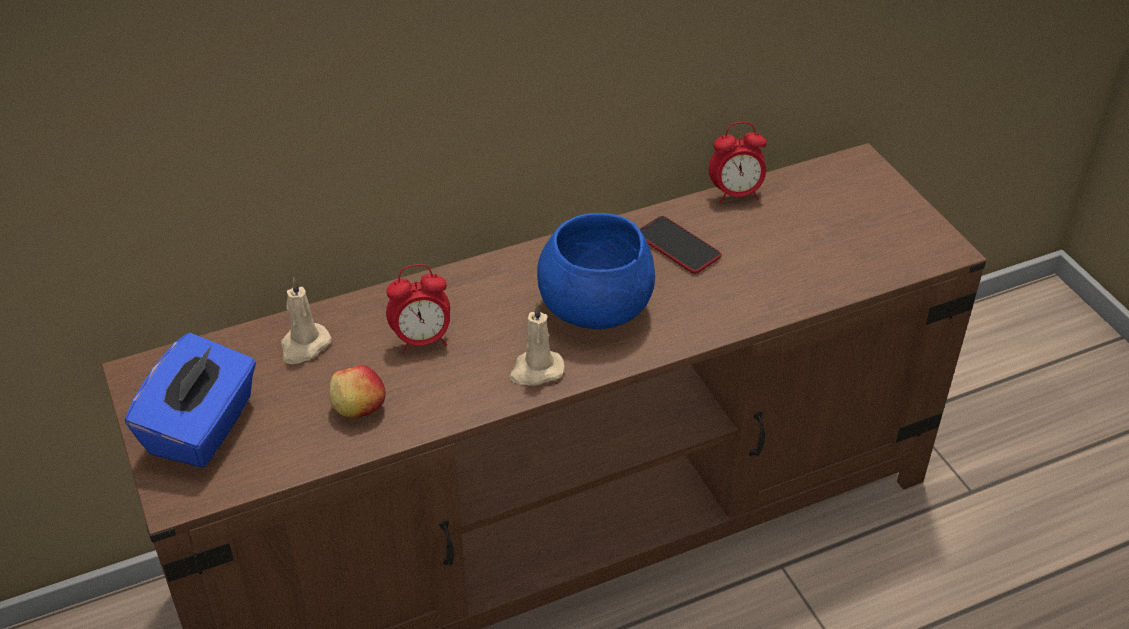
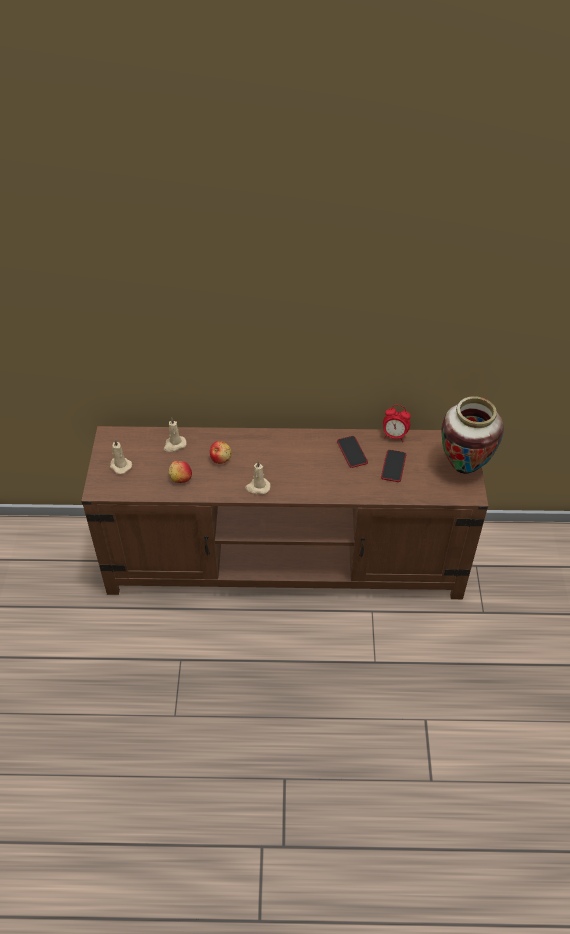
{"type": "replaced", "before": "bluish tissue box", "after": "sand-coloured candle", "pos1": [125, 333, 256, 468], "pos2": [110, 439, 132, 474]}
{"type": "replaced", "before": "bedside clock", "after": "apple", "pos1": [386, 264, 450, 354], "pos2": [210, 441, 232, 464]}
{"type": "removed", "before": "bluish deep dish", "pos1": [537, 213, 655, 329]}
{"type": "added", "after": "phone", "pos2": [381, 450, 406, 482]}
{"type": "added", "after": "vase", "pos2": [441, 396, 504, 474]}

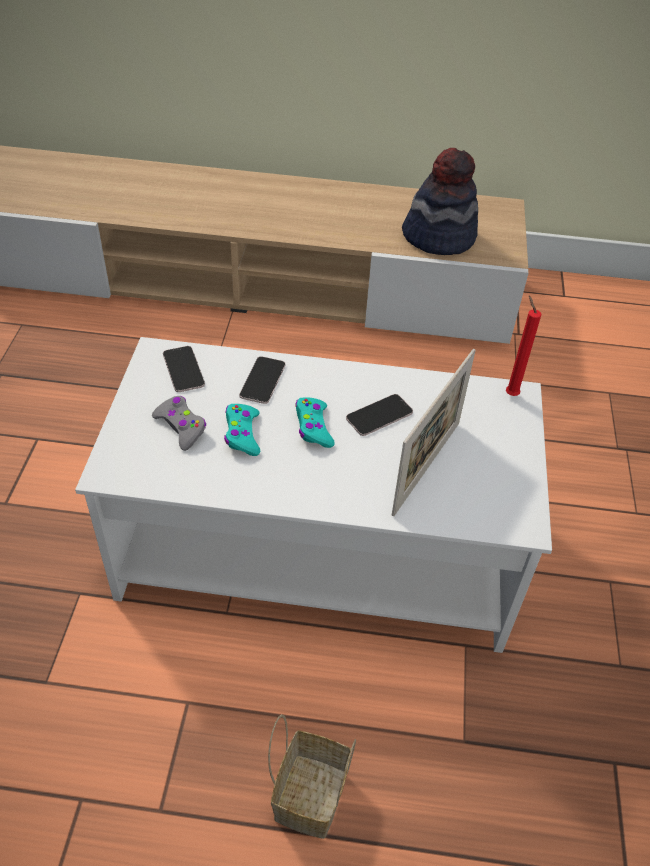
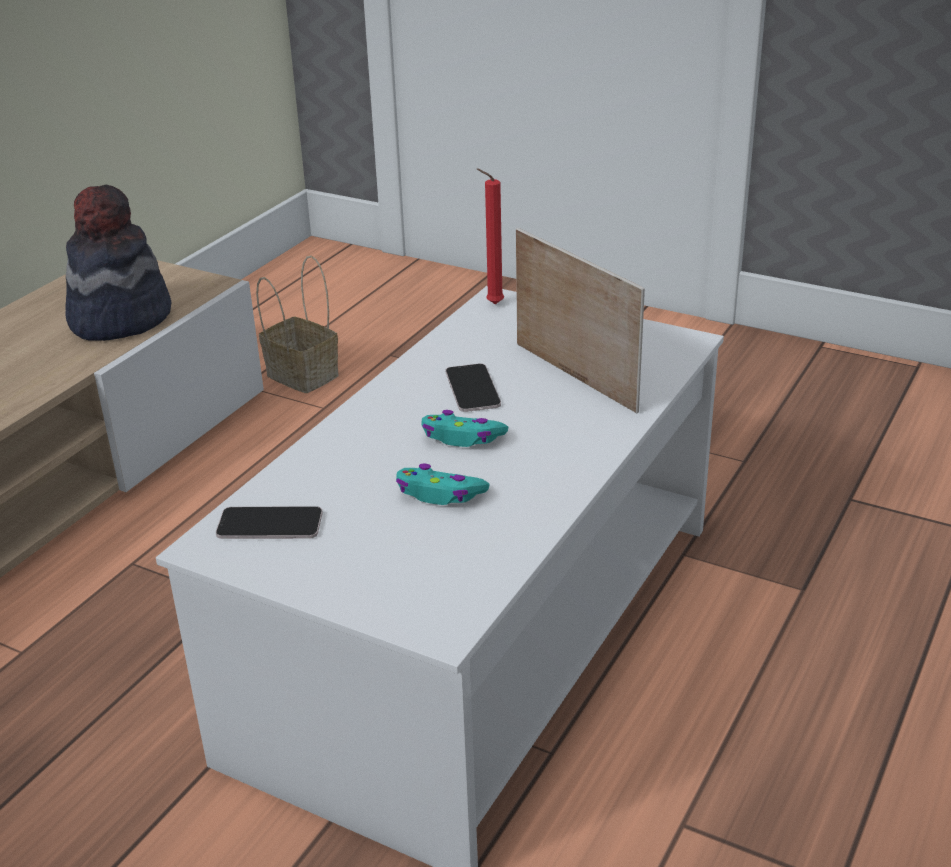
{"type": "removed", "before": "grey game controller", "pos1": [152, 396, 206, 451]}
{"type": "removed", "before": "phone", "pos1": [239, 356, 285, 404]}
{"type": "moved", "before": "household basket", "pos1": [268, 714, 356, 839], "pos2": [256, 255, 339, 393]}

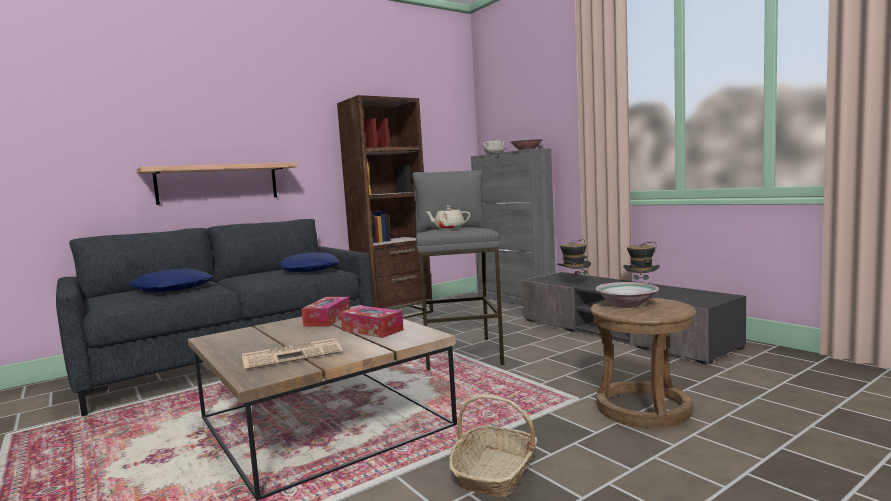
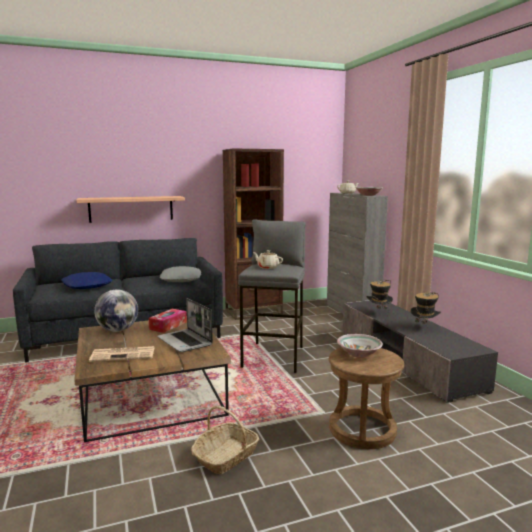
{"type": "recoloured", "before": "bluish cushion", "after": "grey cushion", "pos1": [280, 252, 339, 272], "pos2": [160, 266, 201, 282]}
{"type": "replaced", "before": "tissue box", "after": "portable computer", "pos1": [340, 306, 404, 338], "pos2": [157, 298, 213, 352]}
{"type": "added", "after": "desk globe", "pos2": [94, 290, 138, 332]}

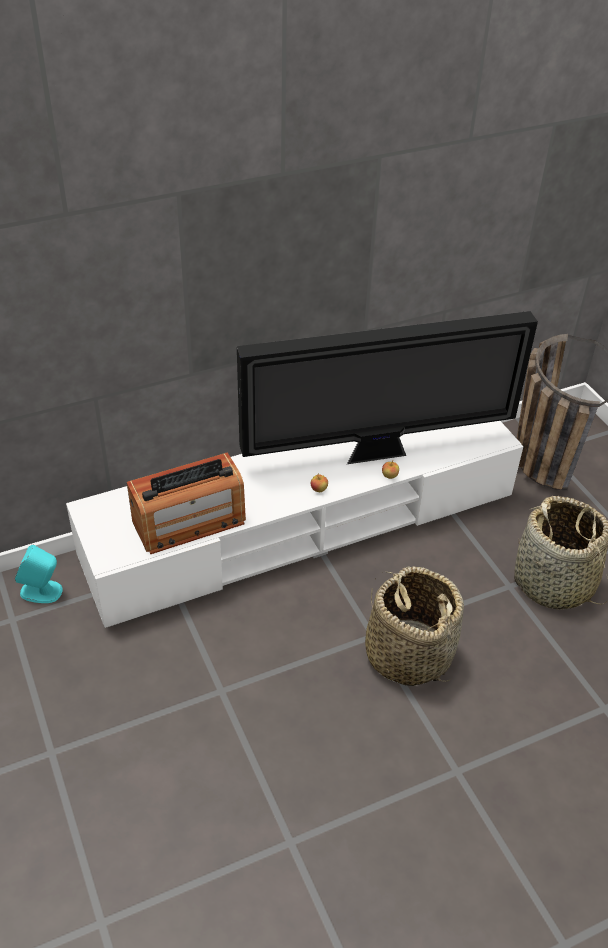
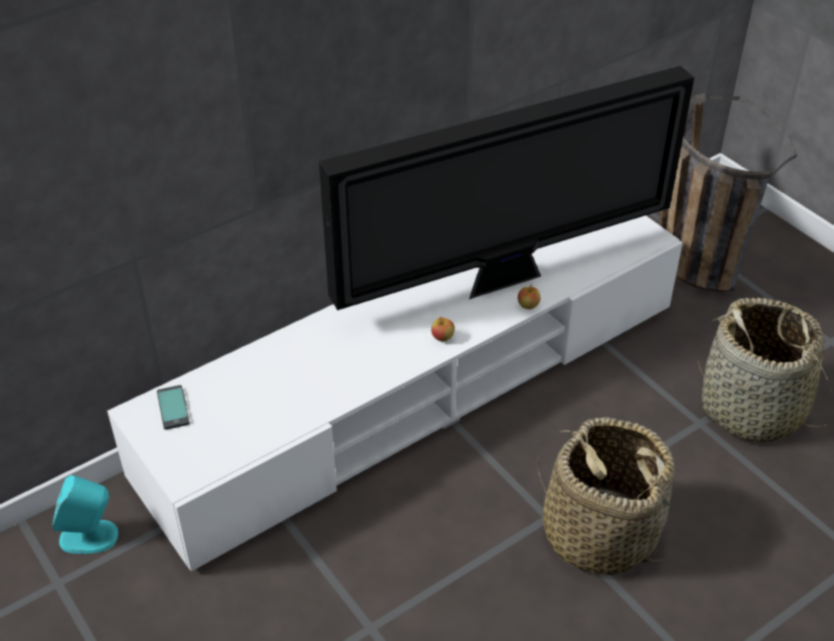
{"type": "removed", "before": "radio set", "pos1": [127, 452, 246, 554]}
{"type": "added", "after": "phone", "pos2": [157, 385, 190, 430]}

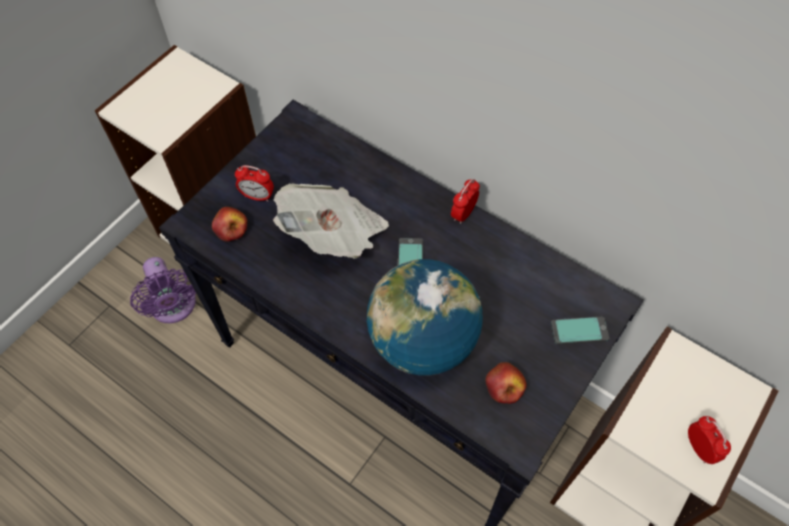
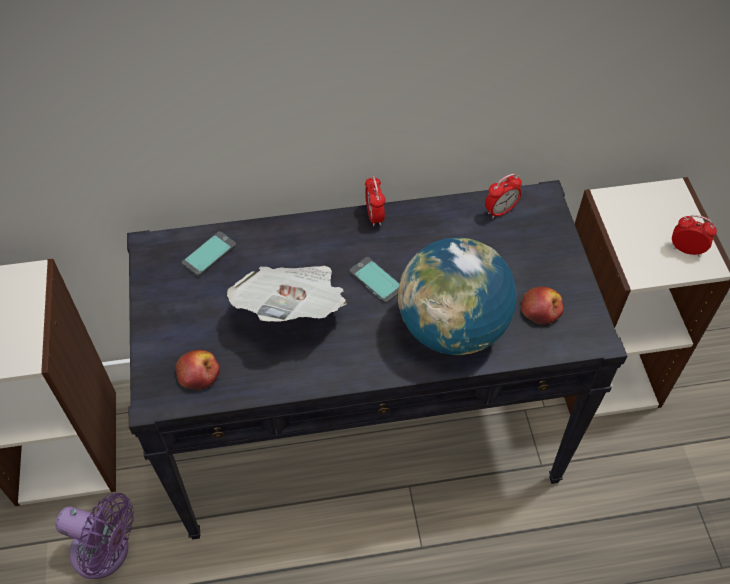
{"type": "moved", "before": "bedside clock", "pos1": [235, 165, 274, 202], "pos2": [485, 173, 522, 219]}
{"type": "moved", "before": "phone", "pos1": [551, 317, 609, 345], "pos2": [182, 231, 237, 277]}

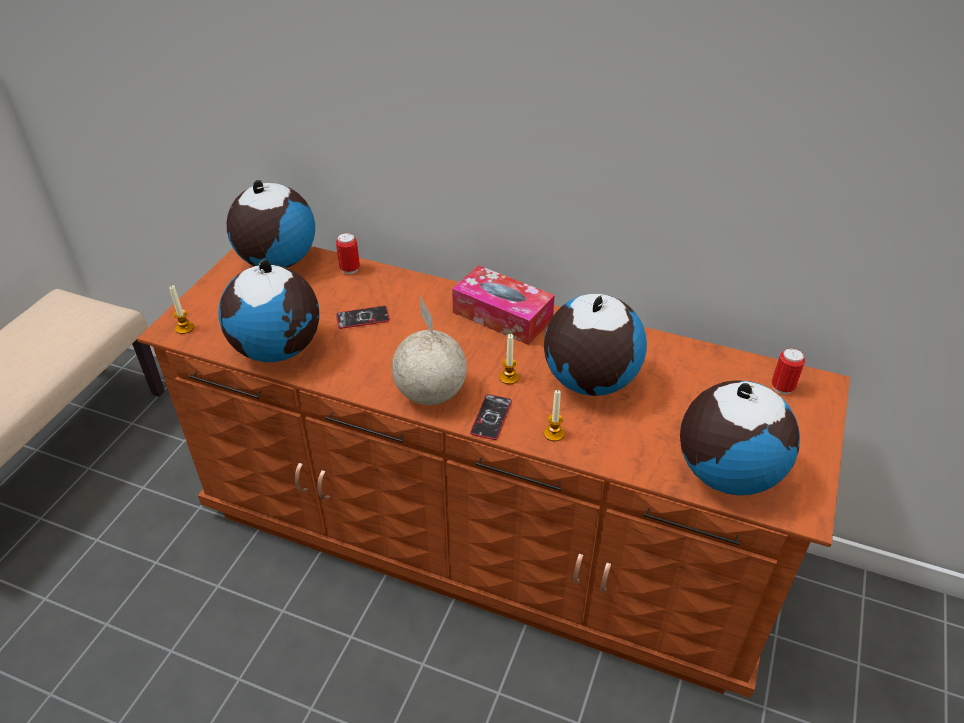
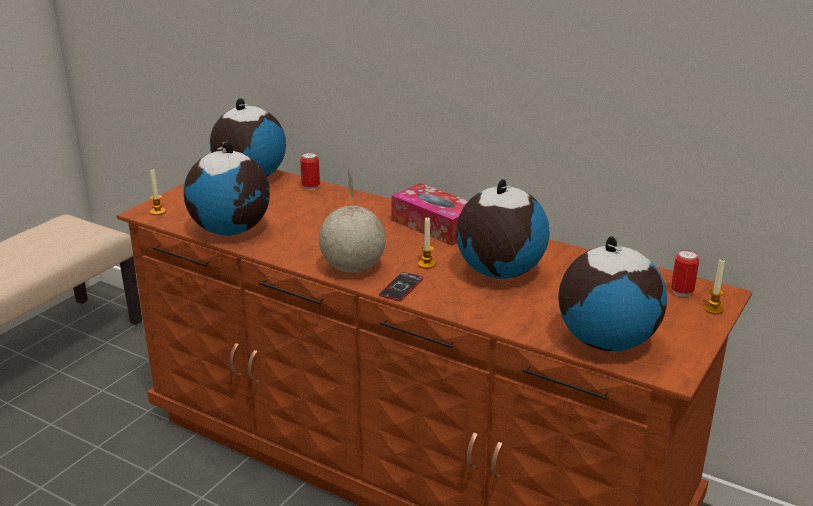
{"type": "removed", "before": "phone", "pos1": [336, 306, 390, 329]}
{"type": "moved", "before": "candle", "pos1": [544, 390, 565, 441], "pos2": [704, 260, 725, 314]}

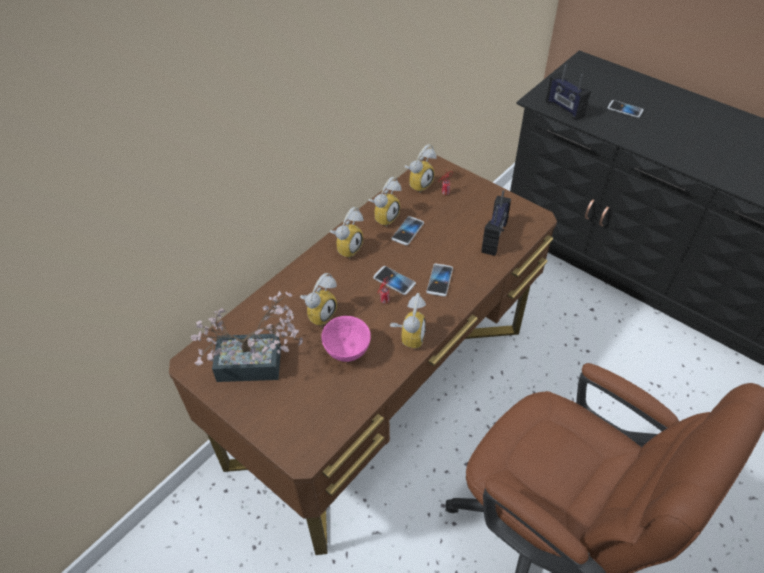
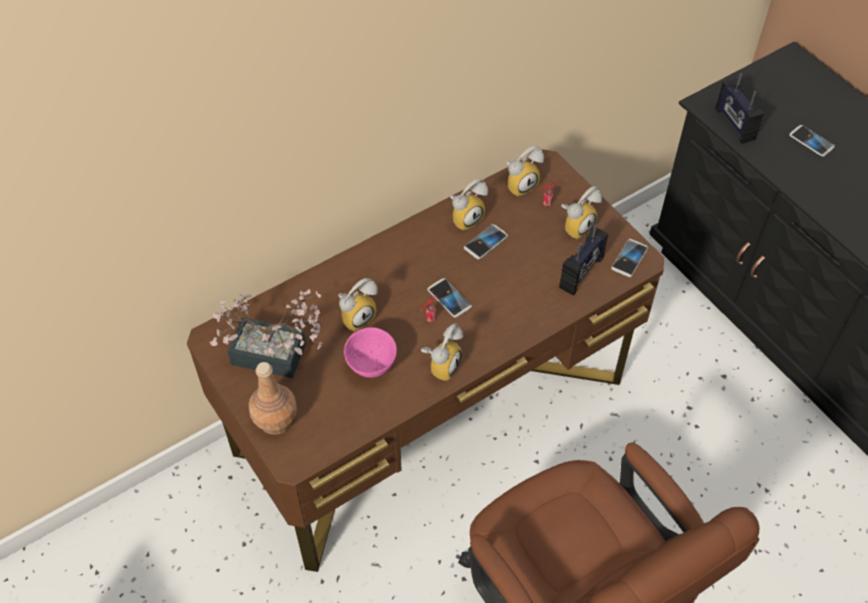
{"type": "moved", "before": "bedside clock", "pos1": [330, 207, 363, 258], "pos2": [561, 186, 602, 239]}
{"type": "moved", "before": "phone", "pos1": [426, 263, 453, 296], "pos2": [611, 239, 648, 277]}
{"type": "added", "after": "brown-coloured bottle", "pos2": [248, 362, 297, 435]}

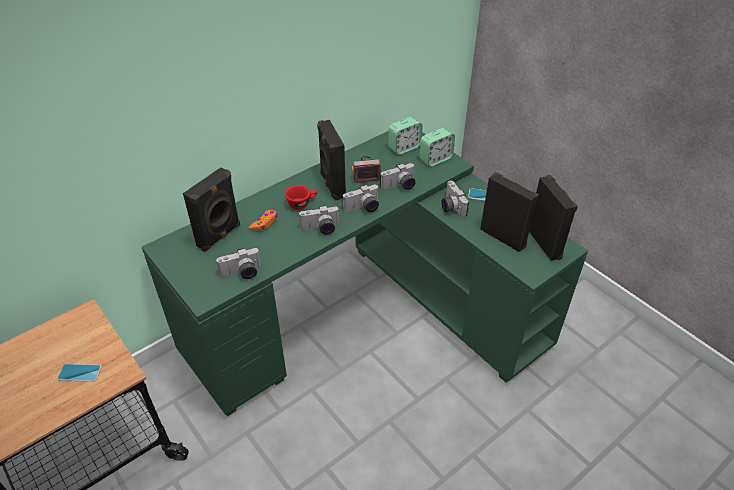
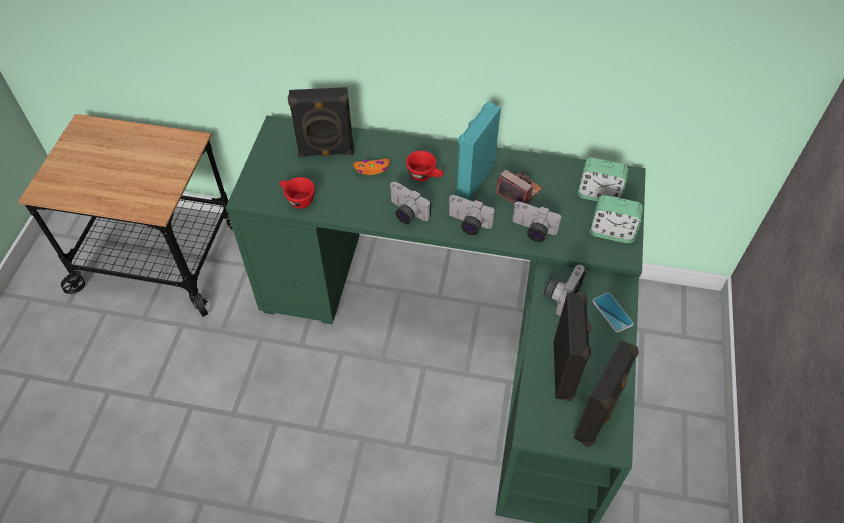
{"type": "removed", "before": "phone", "pos1": [57, 364, 102, 382]}
{"type": "replaced", "before": "photo camera", "after": "reddish small cup", "pos1": [216, 248, 261, 279], "pos2": [280, 177, 315, 209]}
{"type": "recoloured", "before": "black audio speaker", "after": "turquoise-coloured audio speaker", "pos1": [317, 120, 346, 200], "pos2": [456, 102, 501, 200]}

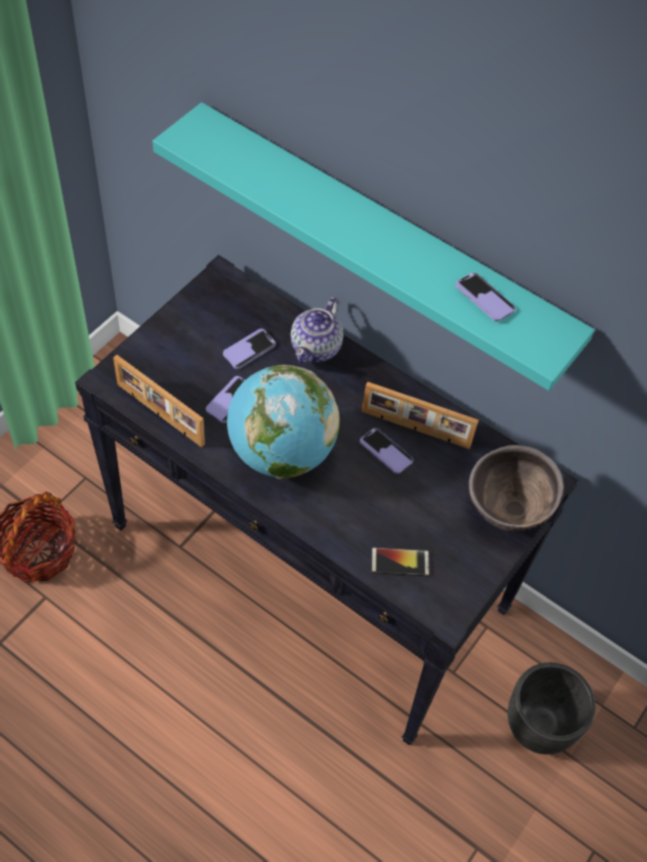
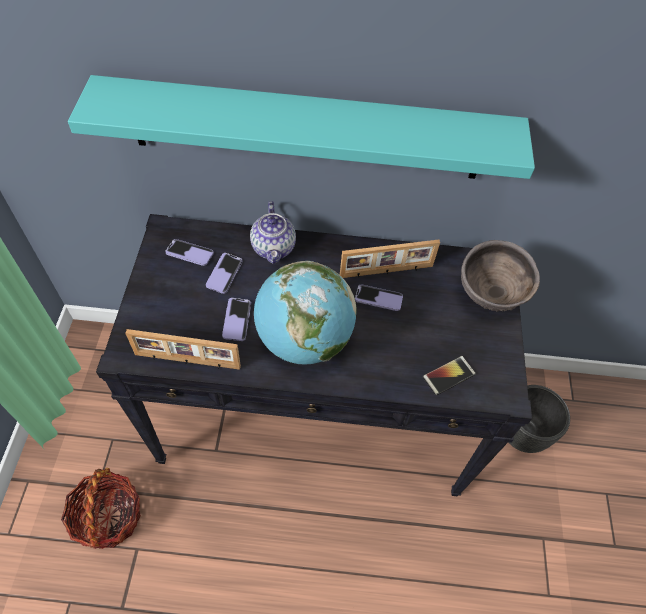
{"type": "moved", "before": "phone", "pos1": [455, 272, 516, 322], "pos2": [165, 239, 214, 266]}

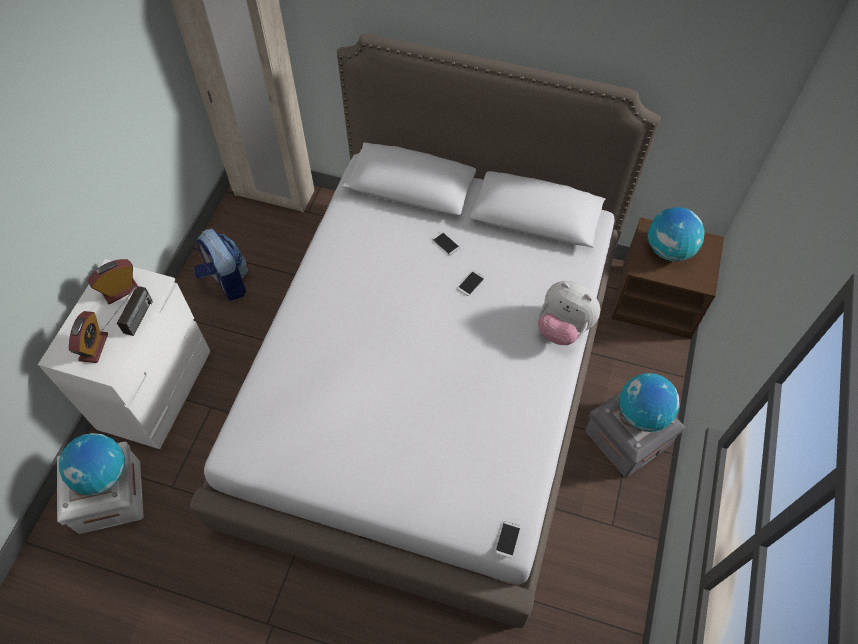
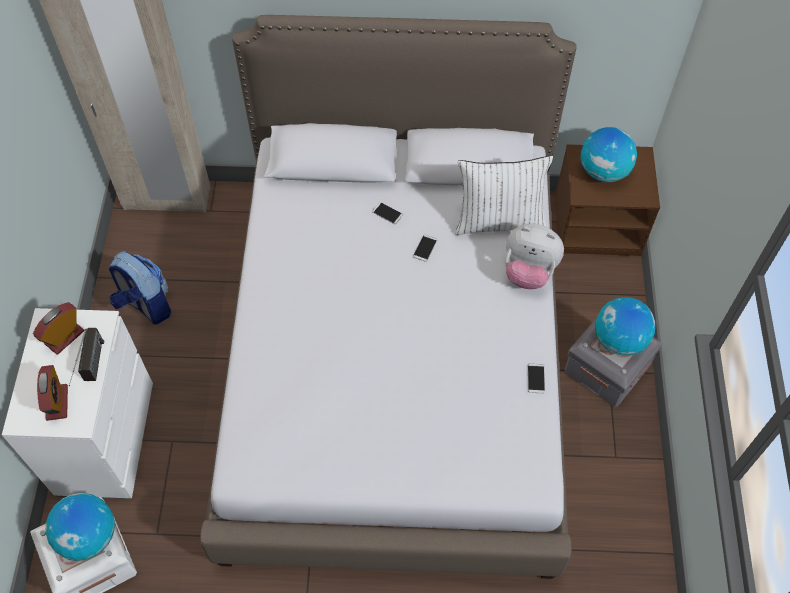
{"type": "moved", "before": "phone", "pos1": [495, 521, 520, 558], "pos2": [528, 363, 545, 393]}
{"type": "added", "after": "white cushion", "pos2": [455, 156, 553, 235]}

